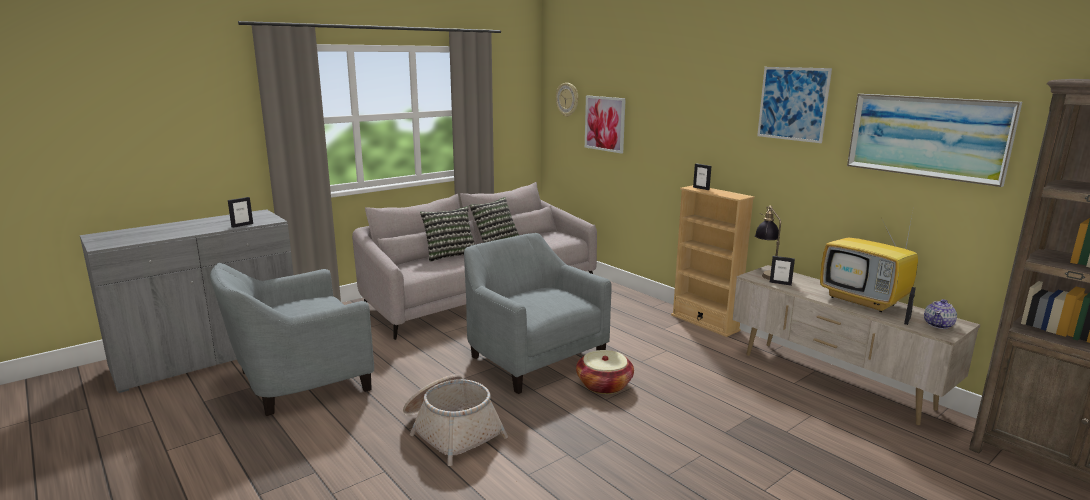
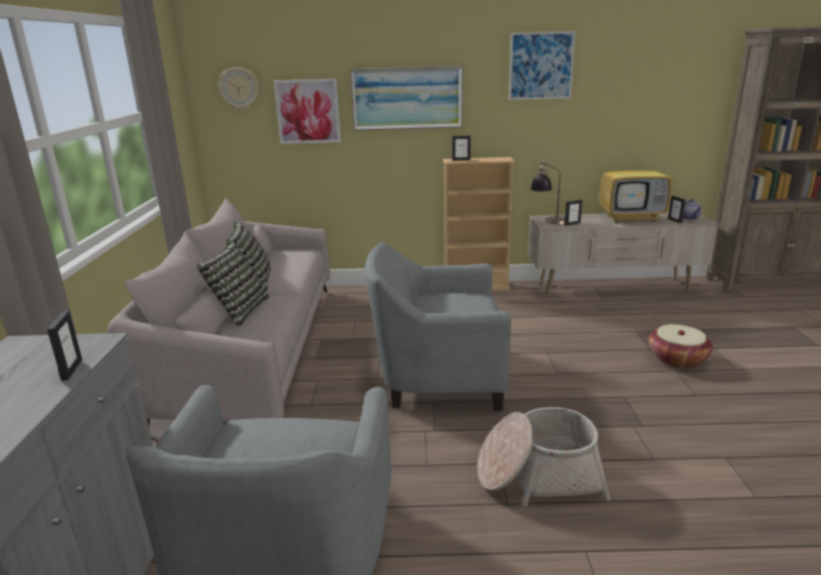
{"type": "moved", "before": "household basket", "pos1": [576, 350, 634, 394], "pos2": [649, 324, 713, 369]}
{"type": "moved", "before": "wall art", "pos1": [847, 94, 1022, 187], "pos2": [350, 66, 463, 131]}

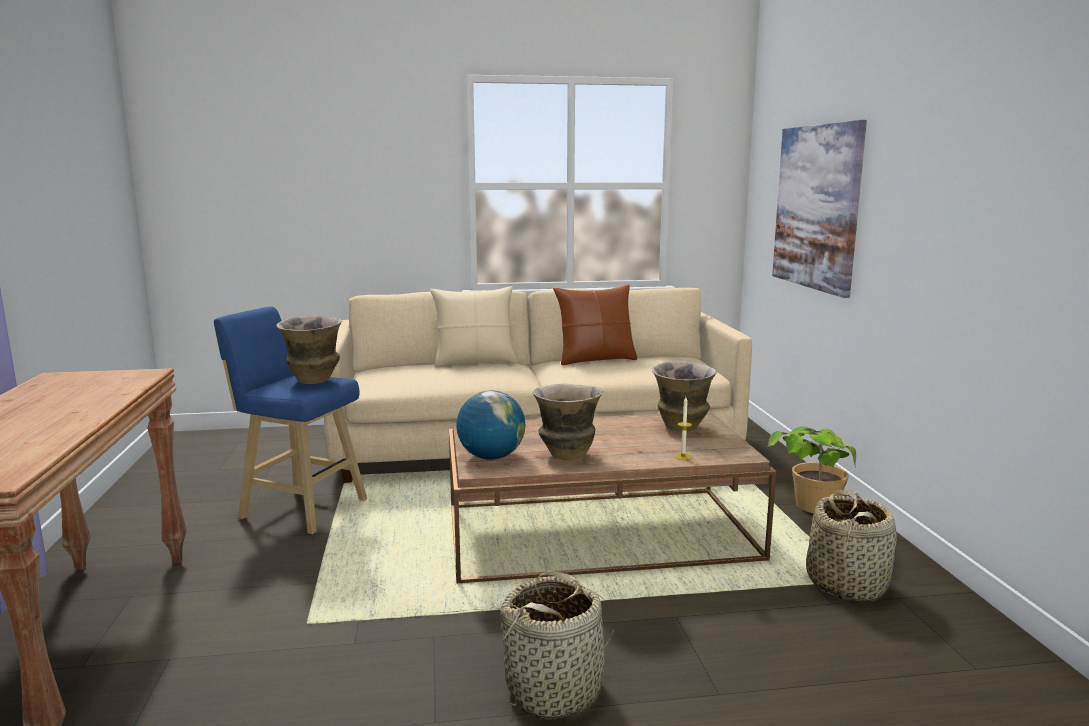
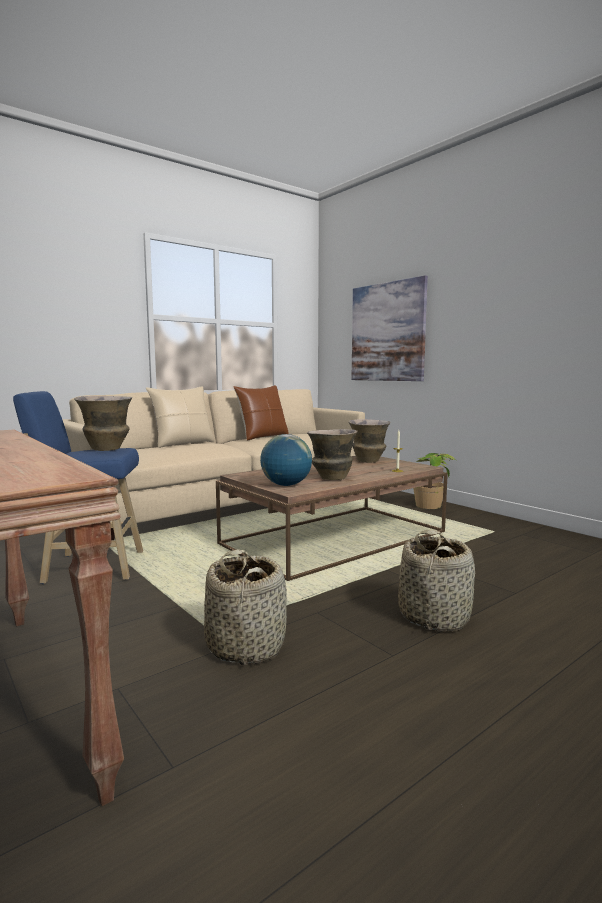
{"type": "moved", "before": "household basket", "pos1": [806, 490, 897, 602], "pos2": [204, 549, 287, 665]}

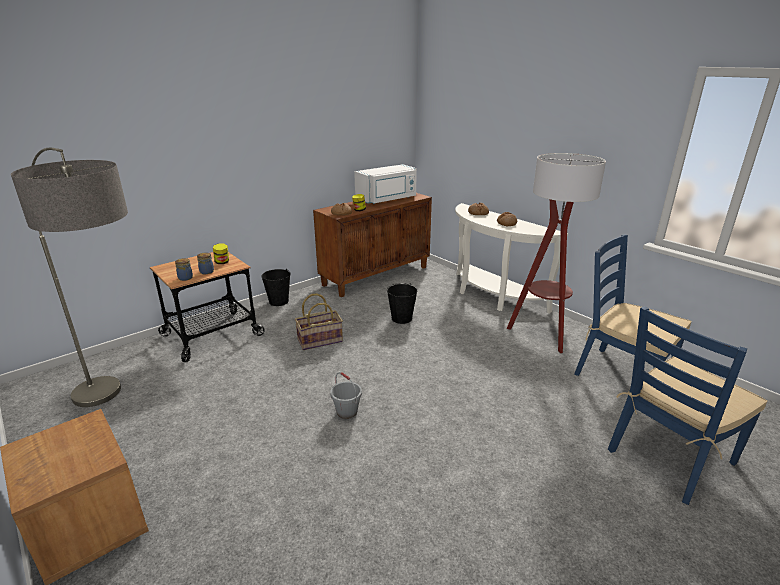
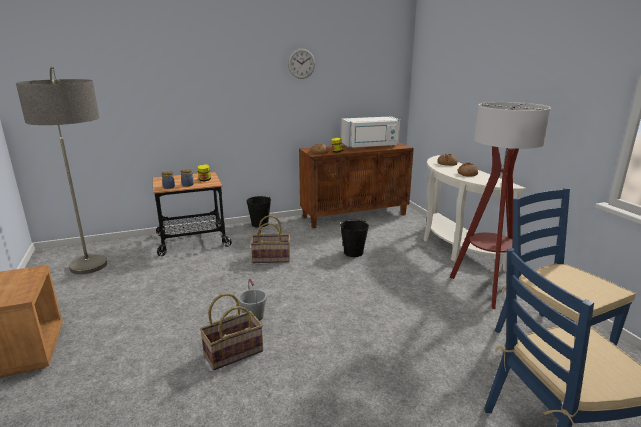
{"type": "added", "after": "household basket", "pos2": [200, 293, 263, 370]}
{"type": "added", "after": "hanging clock", "pos2": [288, 48, 315, 79]}

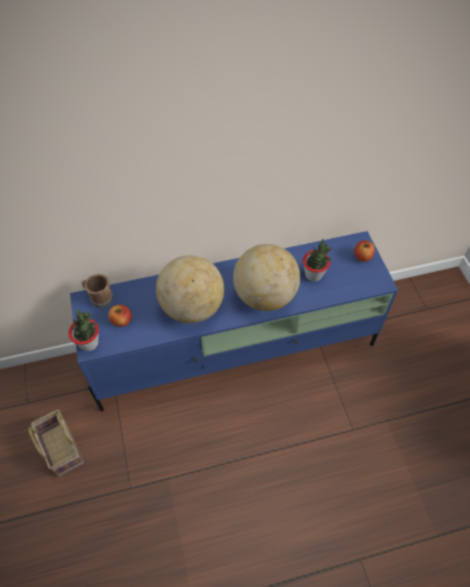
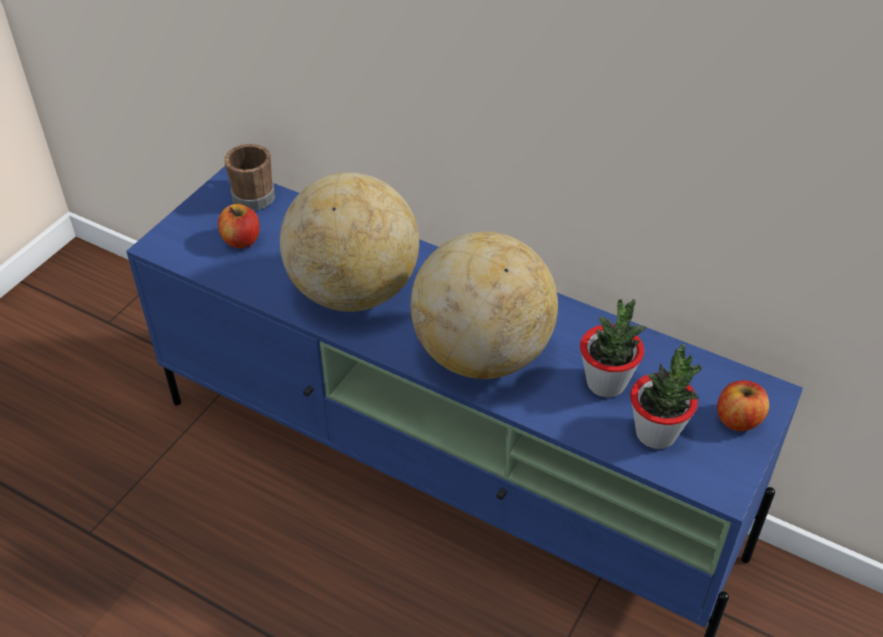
{"type": "removed", "before": "household basket", "pos1": [28, 410, 84, 477]}
{"type": "moved", "before": "potted plant", "pos1": [68, 308, 99, 351], "pos2": [630, 343, 702, 449]}

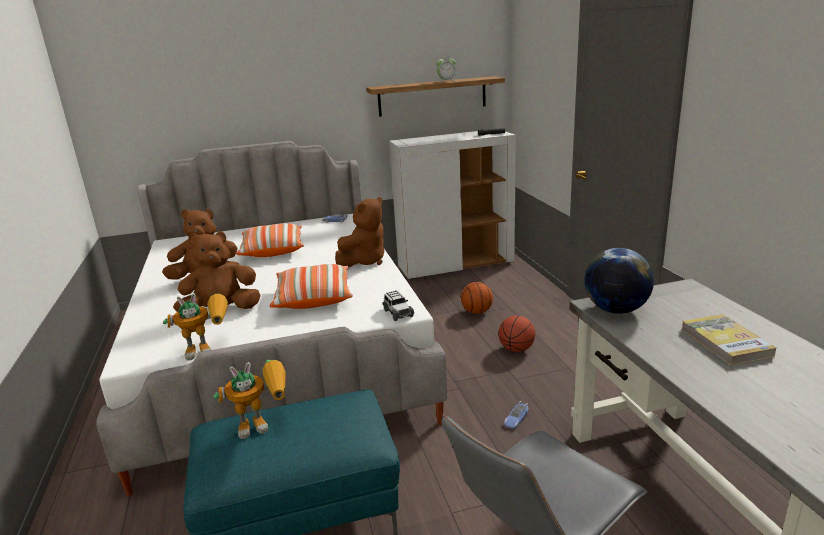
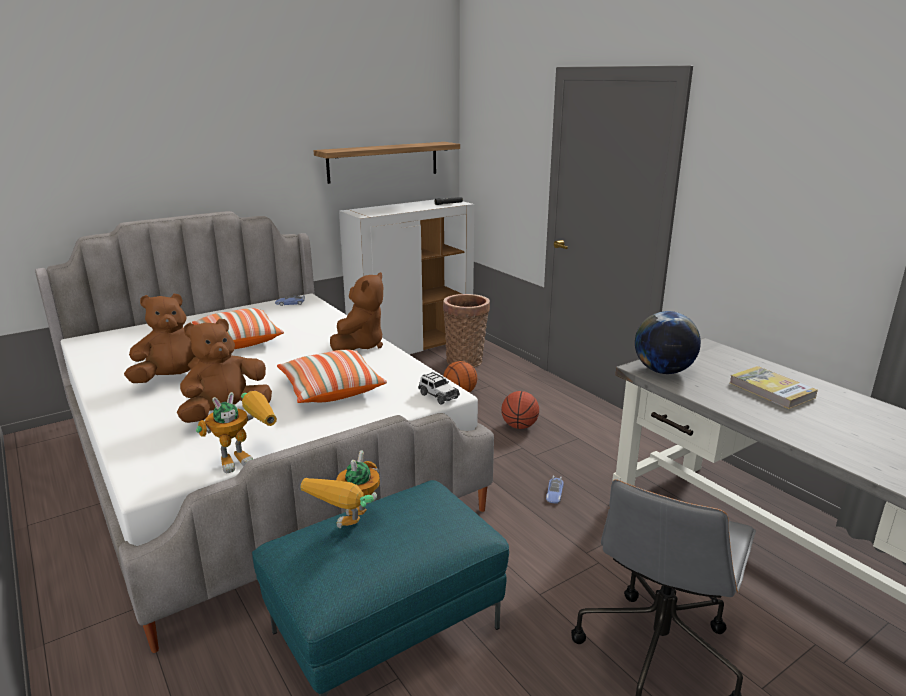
{"type": "turned", "before": "toy robot", "pos1": [213, 360, 286, 439], "pos2": [300, 450, 380, 528], "turn": 150}
{"type": "removed", "before": "bedside clock", "pos1": [436, 55, 456, 82]}
{"type": "added", "after": "household basket", "pos2": [443, 294, 490, 368]}

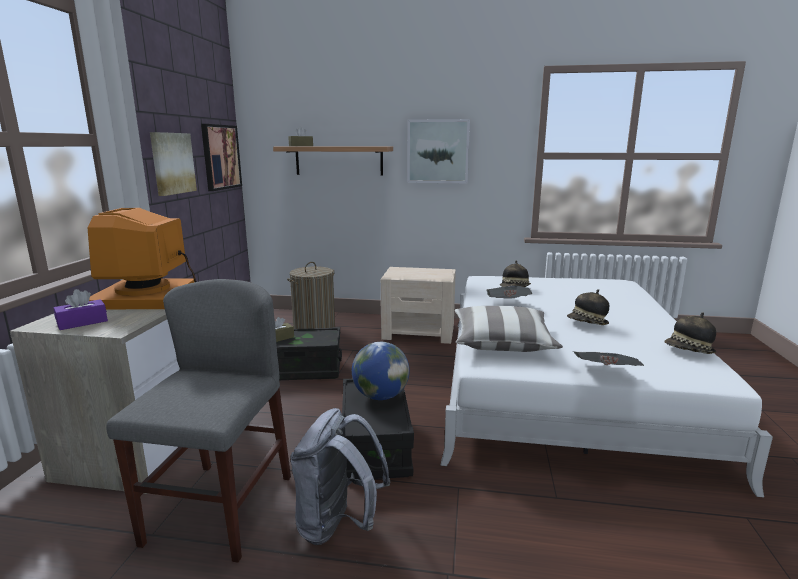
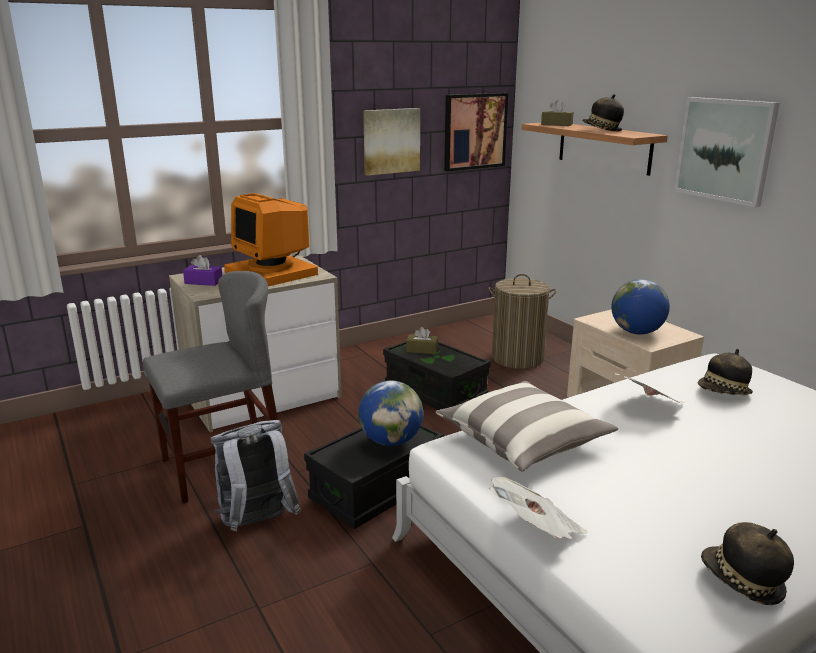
{"type": "turned", "before": "monitor", "pos1": [88, 208, 196, 309], "pos2": [224, 193, 318, 286], "turn": -90}
{"type": "moved", "before": "wearable hat", "pos1": [567, 289, 609, 325], "pos2": [582, 94, 624, 132]}
{"type": "added", "after": "desk globe", "pos2": [611, 279, 670, 334]}

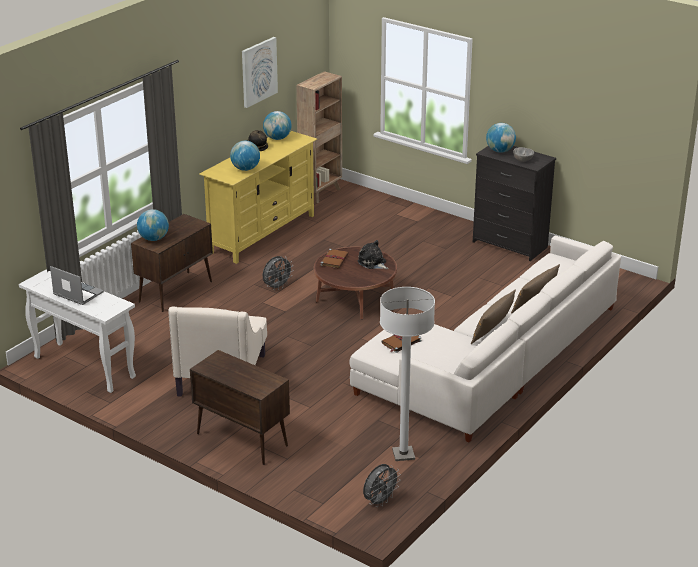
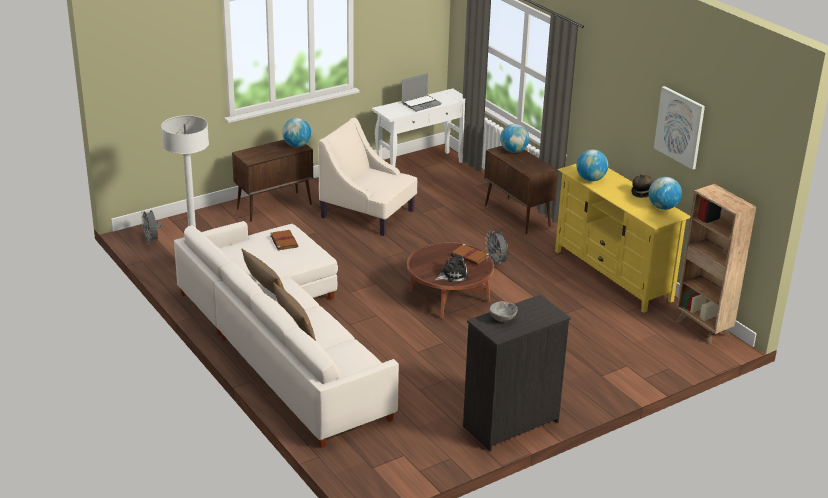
{"type": "moved", "before": "desk globe", "pos1": [486, 123, 516, 153], "pos2": [282, 118, 311, 147]}

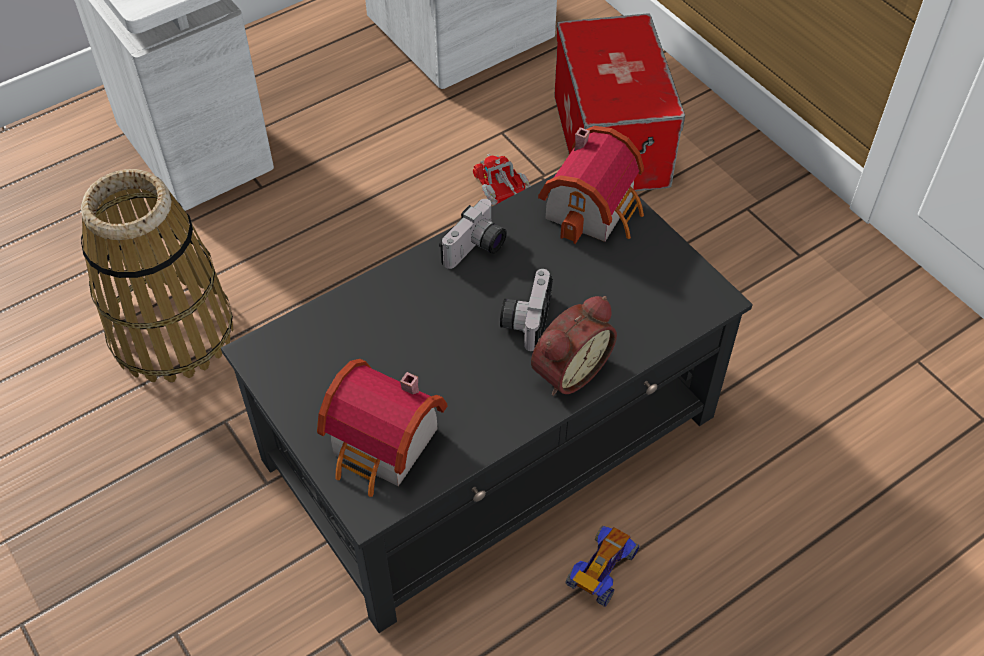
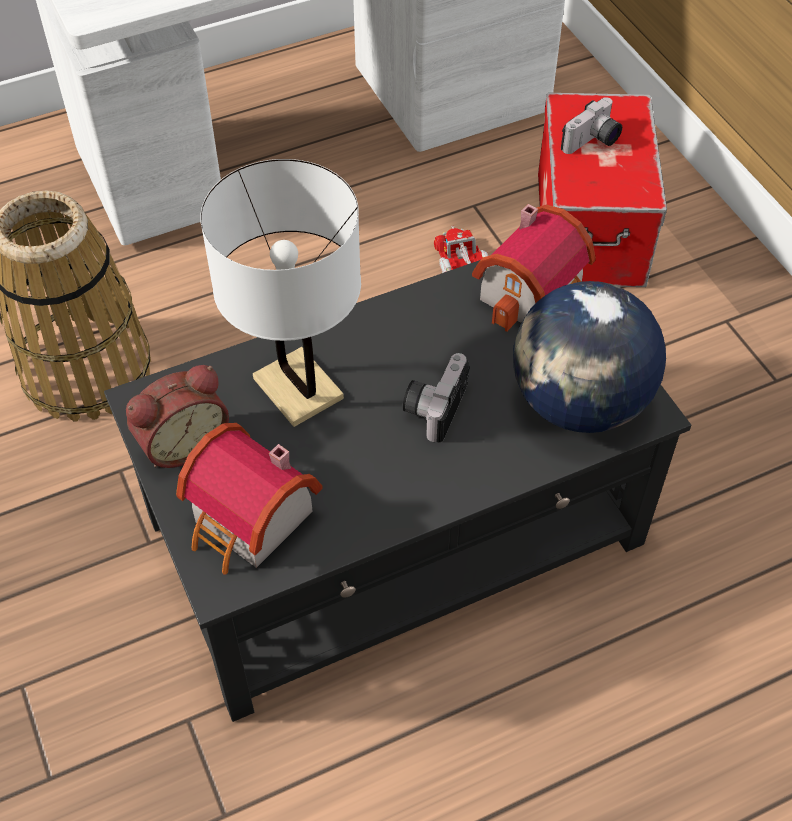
{"type": "moved", "before": "photo camera", "pos1": [439, 199, 507, 269], "pos2": [561, 97, 622, 154]}
{"type": "moved", "before": "bedside clock", "pos1": [531, 296, 617, 396], "pos2": [126, 365, 229, 468]}
{"type": "removed", "before": "miniature car", "pos1": [565, 526, 639, 606]}
{"type": "added", "after": "white lamp for a table", "pos2": [200, 159, 361, 427]}
{"type": "added", "after": "desk globe", "pos2": [513, 281, 666, 433]}

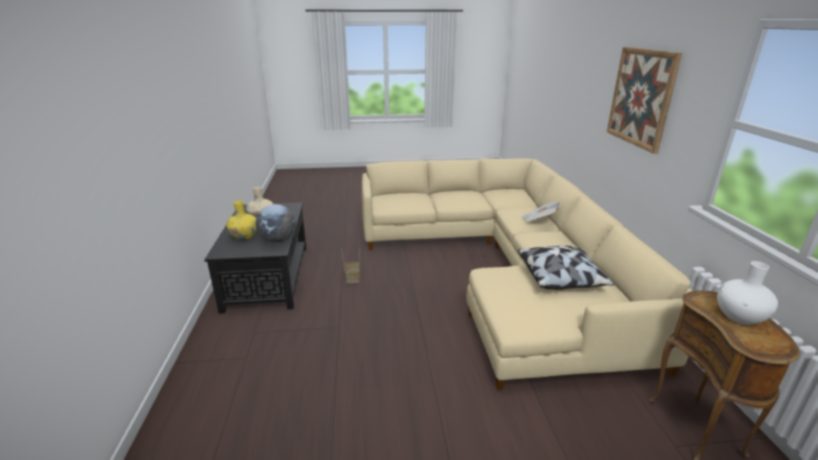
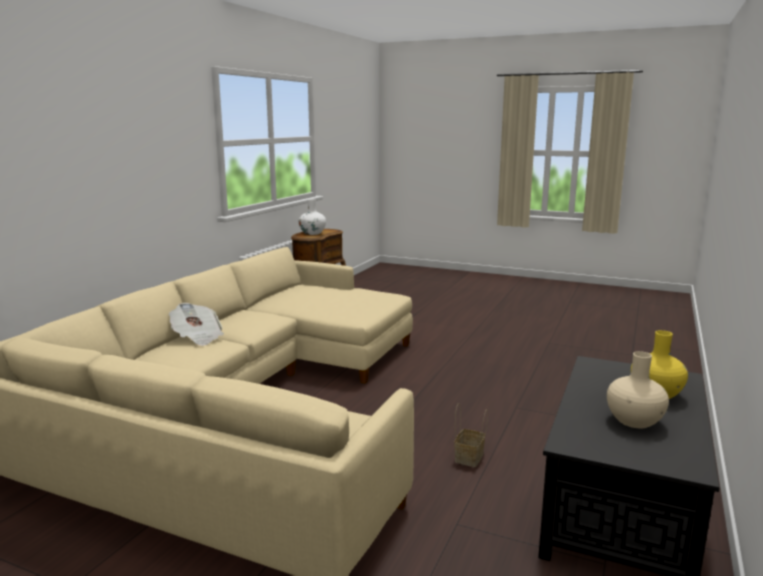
{"type": "removed", "before": "desk globe", "pos1": [256, 204, 296, 243]}
{"type": "removed", "before": "cushion", "pos1": [518, 246, 615, 290]}
{"type": "removed", "before": "wall art", "pos1": [607, 47, 682, 154]}

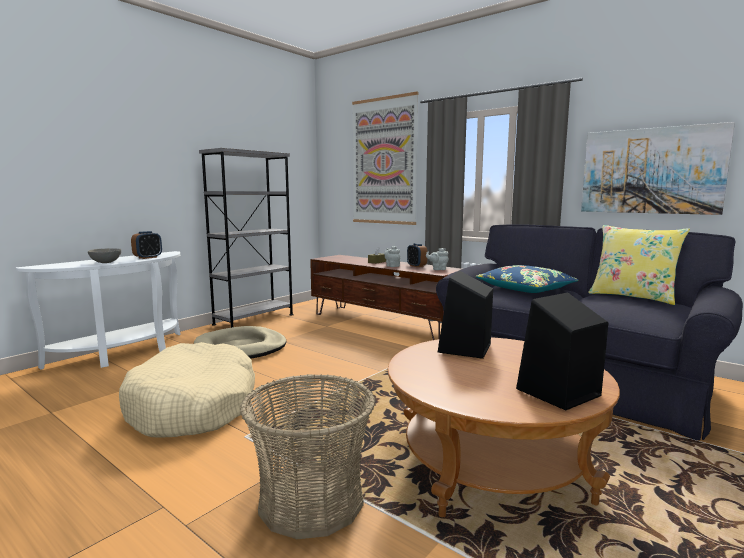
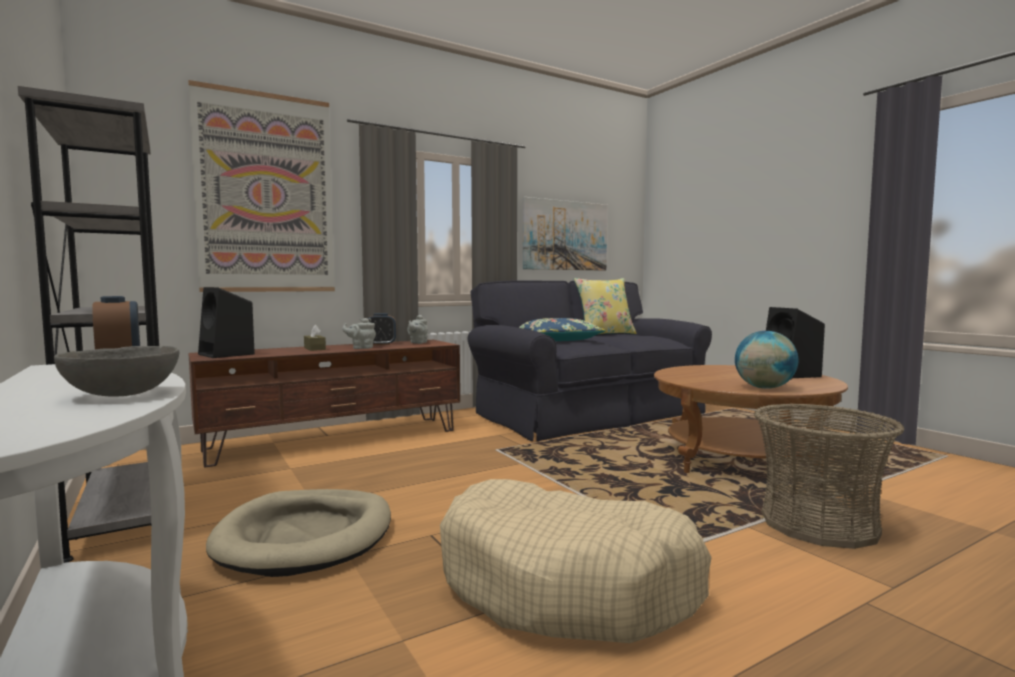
{"type": "moved", "before": "black audio speaker", "pos1": [438, 271, 493, 359], "pos2": [198, 287, 255, 358]}
{"type": "added", "after": "desk globe", "pos2": [735, 331, 799, 389]}

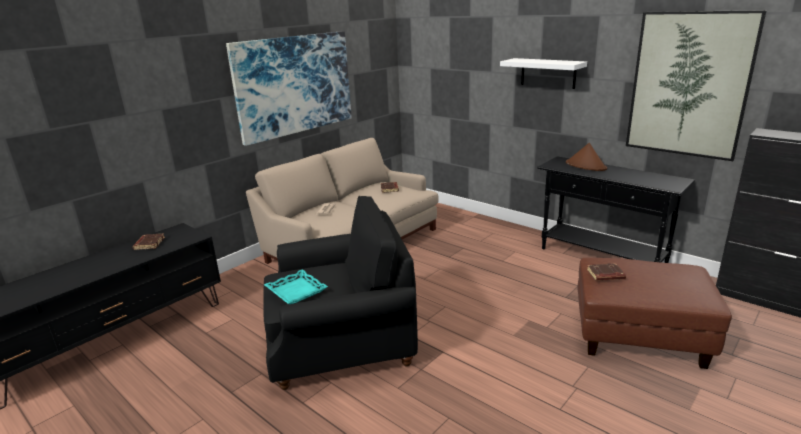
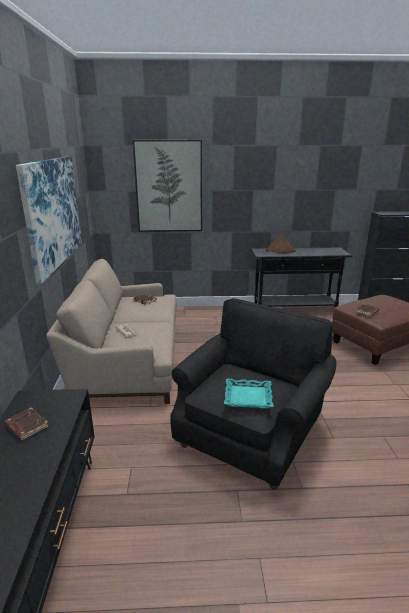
{"type": "removed", "before": "white bracket shelf", "pos1": [500, 58, 587, 89]}
{"type": "moved", "before": "wall art", "pos1": [626, 10, 767, 161], "pos2": [133, 140, 202, 232]}

